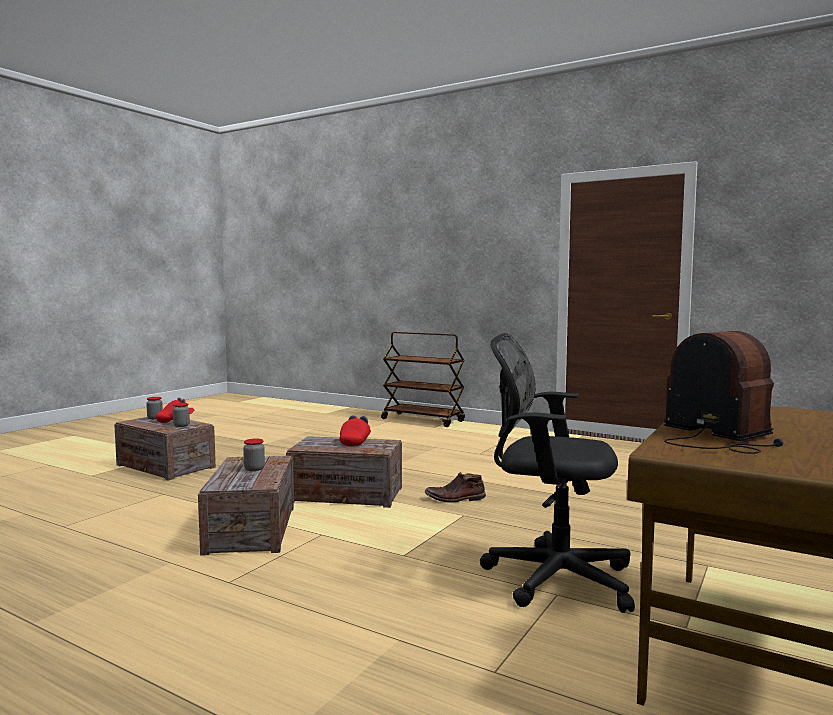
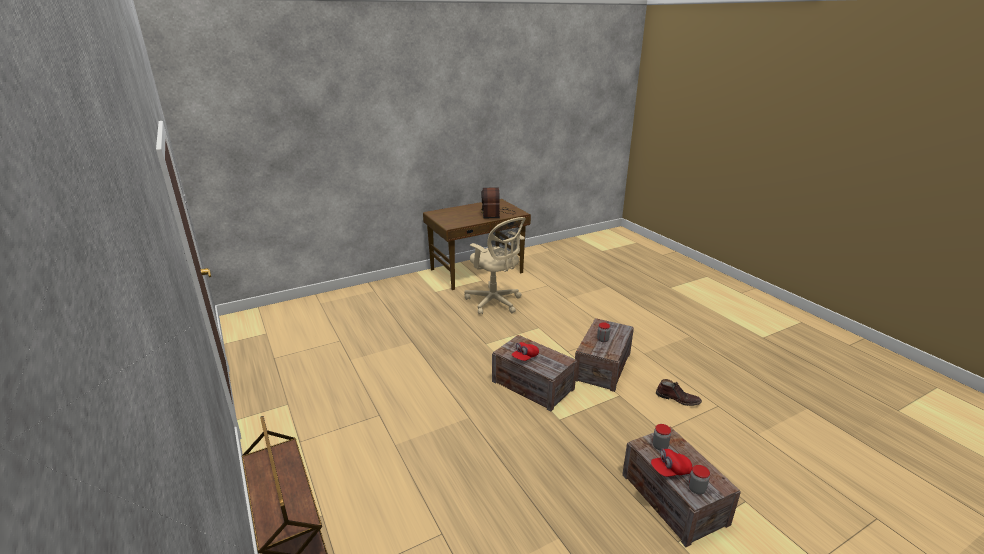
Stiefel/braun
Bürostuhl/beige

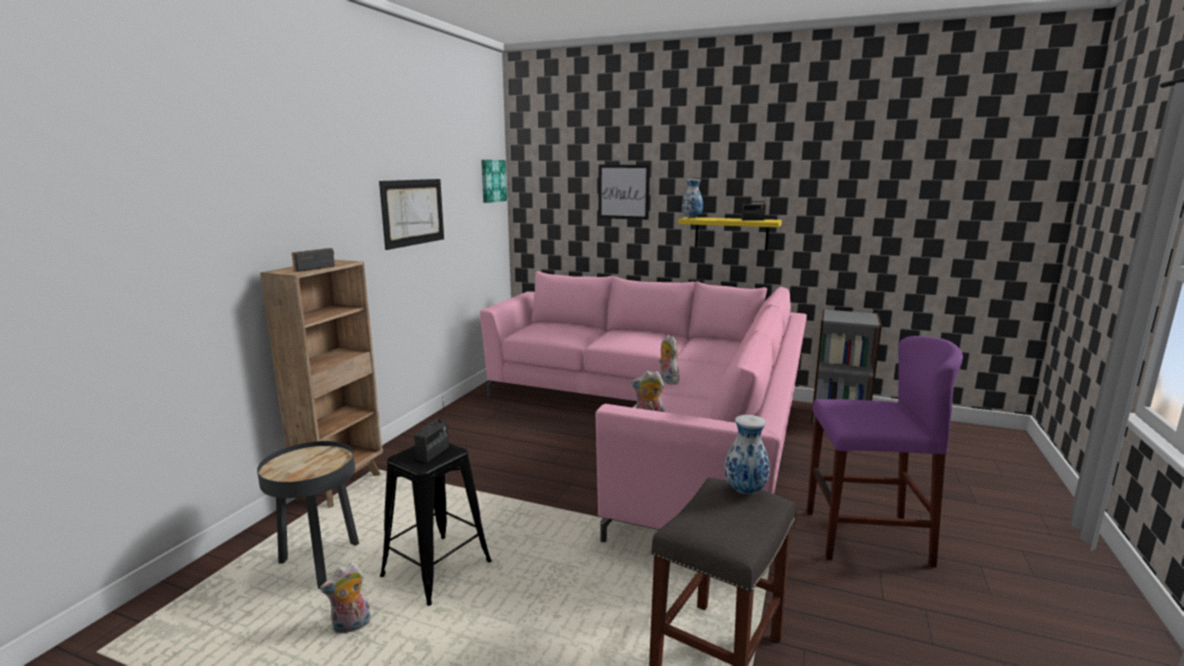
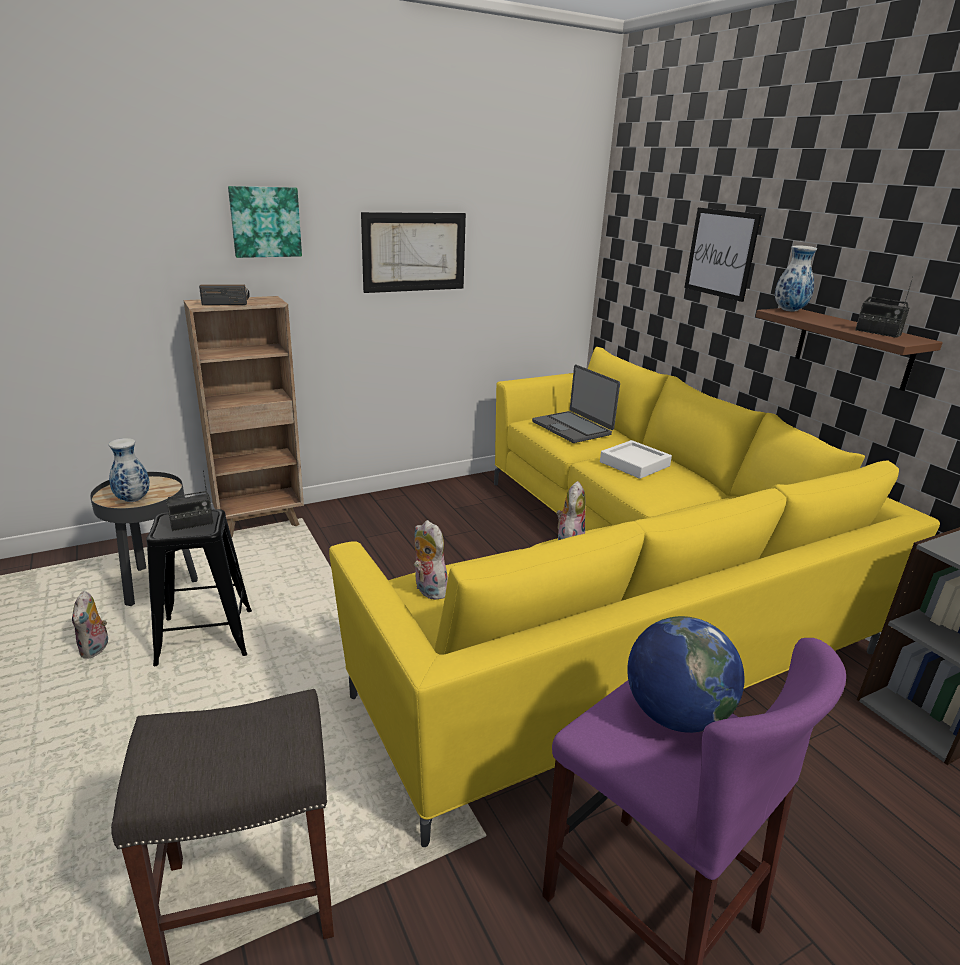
Plüschtier (1st from left)
Sofa/gelb
Bild (1st from left)
Wandregal/braun
Vase (1st from left)
Laptop
Tablett/weiß
Globus

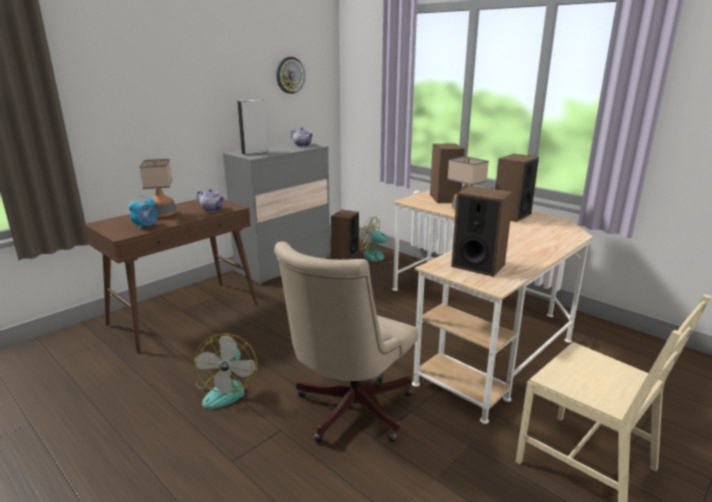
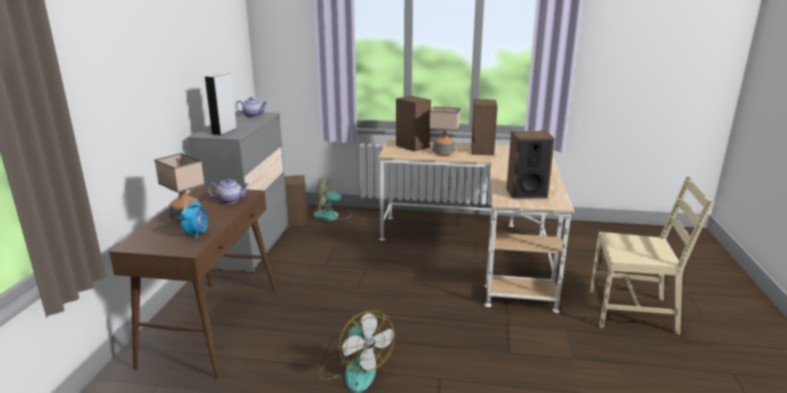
Bürostuhl/beige
Wanduhr

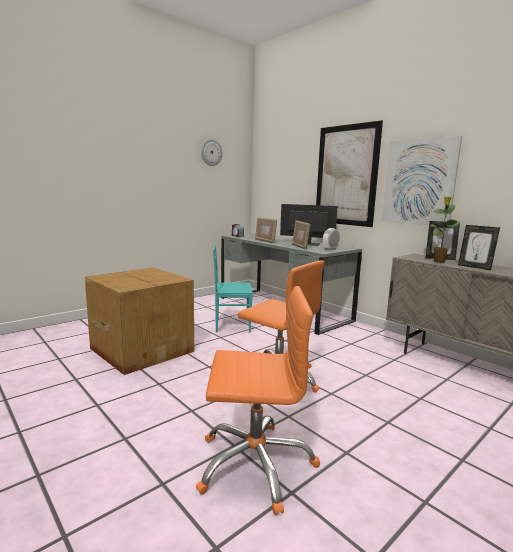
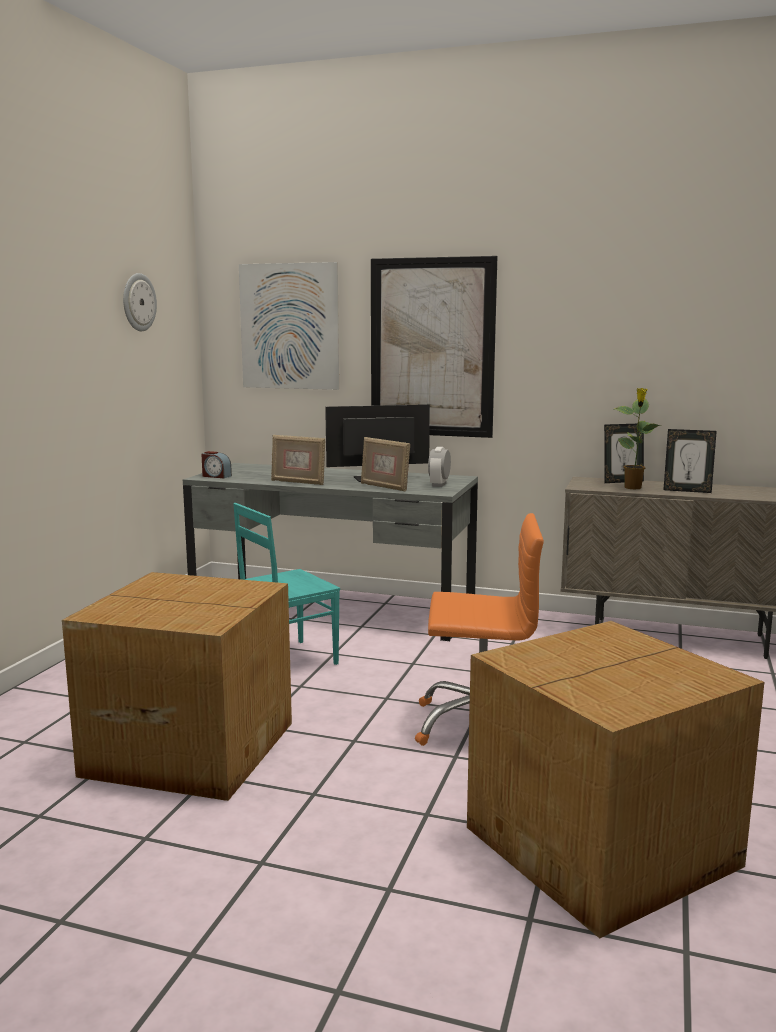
Karton (2nd from left)
Bild (1st from left)

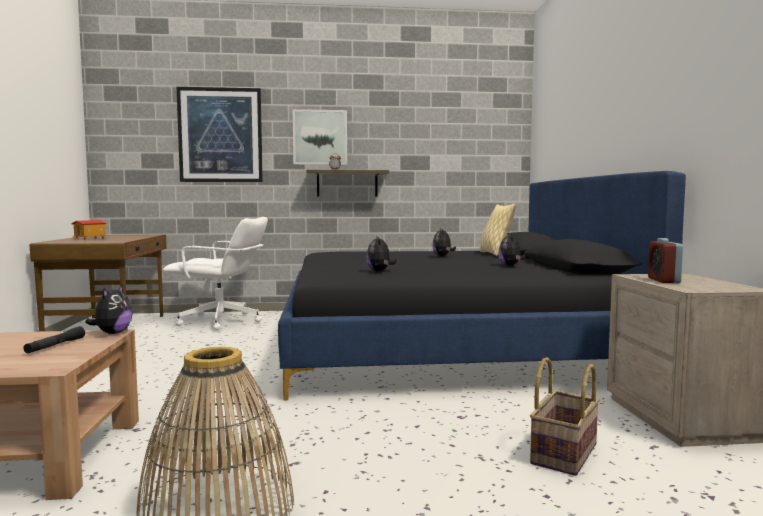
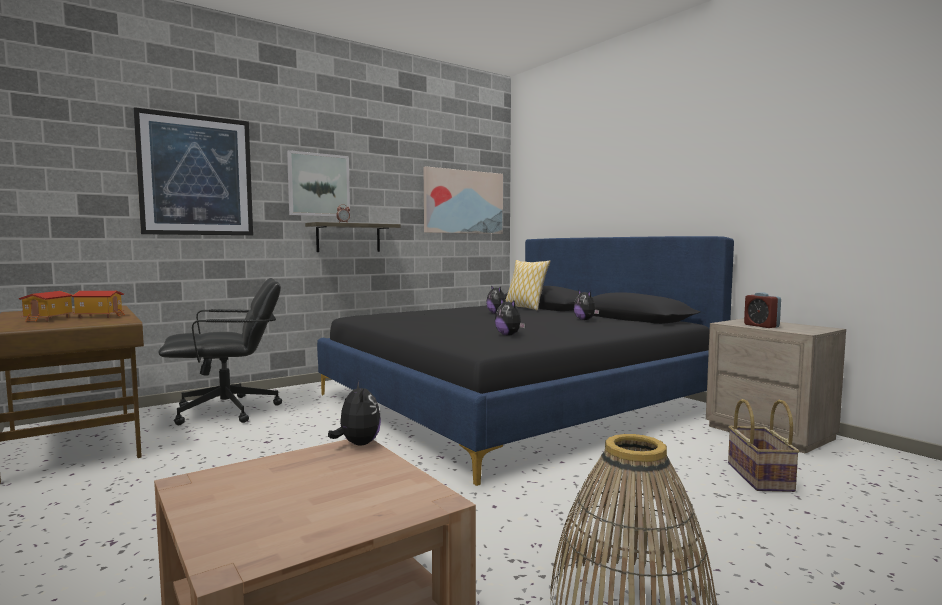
Taschenlampe/schwarz
Bürostuhl/schwarz
Spielzeughaus (2nd from left)
Bild (3rd from left)

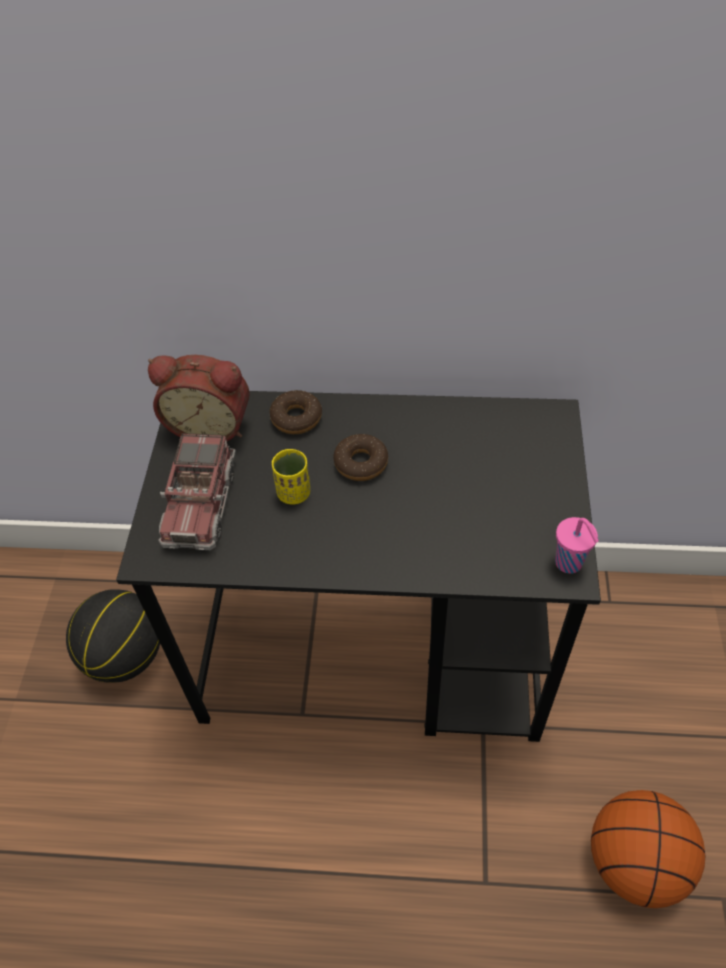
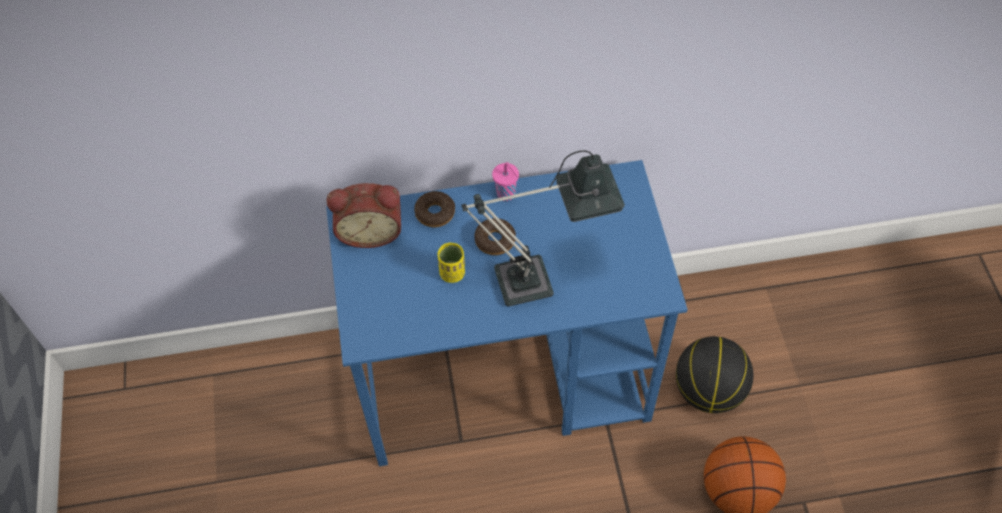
Basketball (1st from left)
Schreibtisch/blau
Spielzeuglaster
Tasse/rosa
Tischlampe

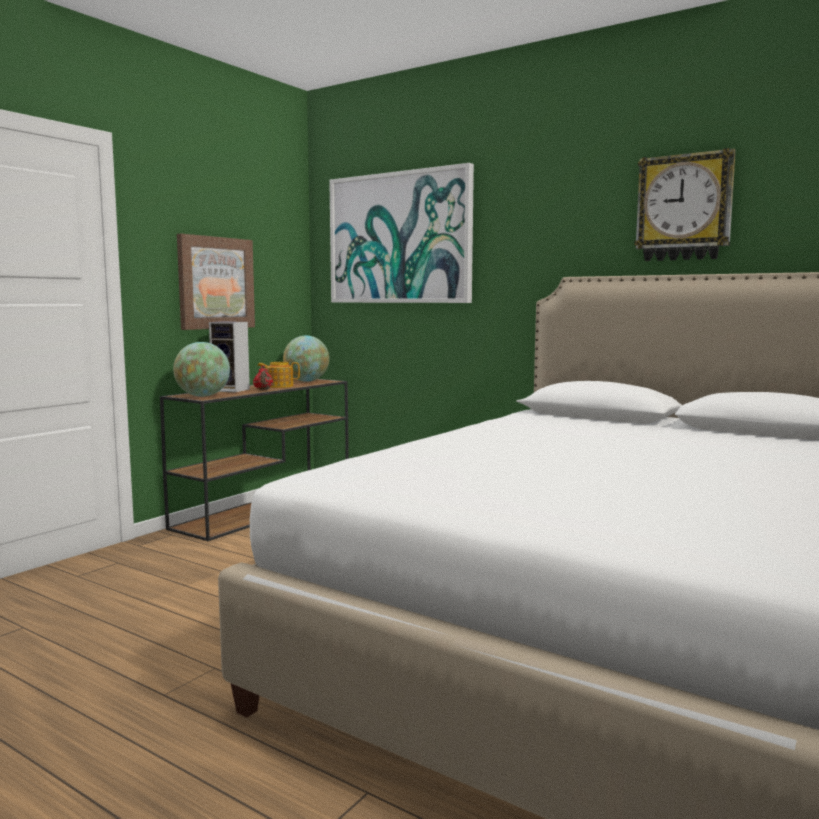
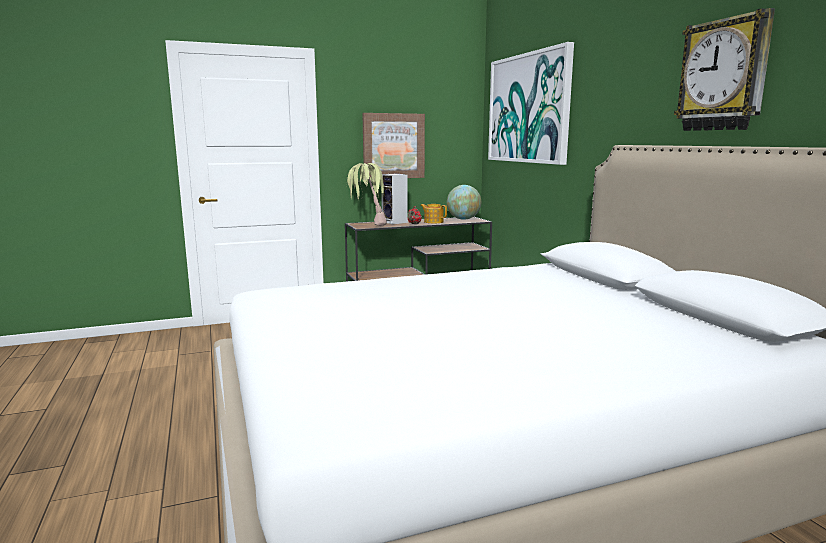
Topfpflanze

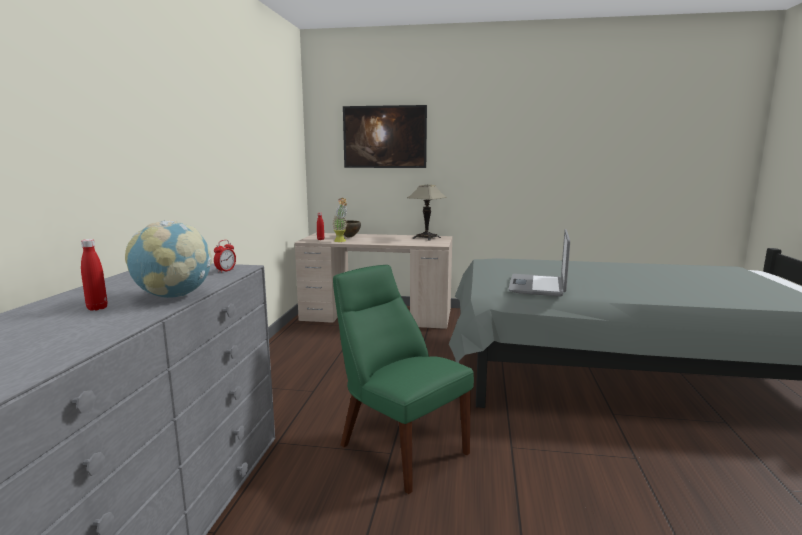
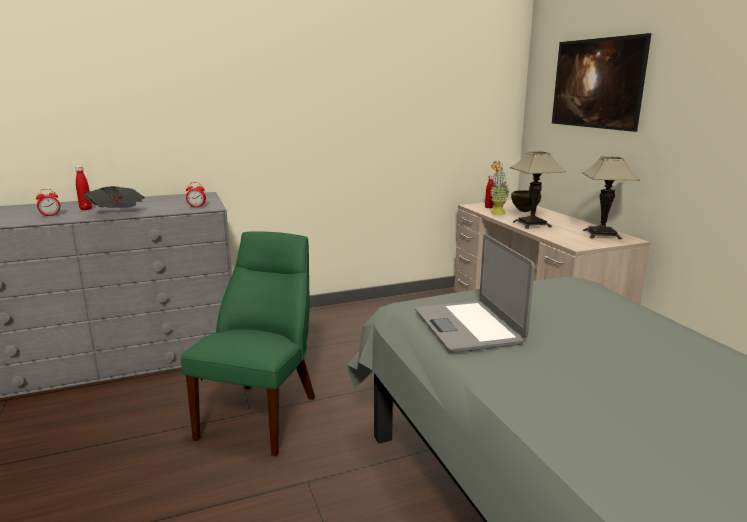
Zeitung
Laptop
Wecker (1st from left)
Tischlampe (1st from left)

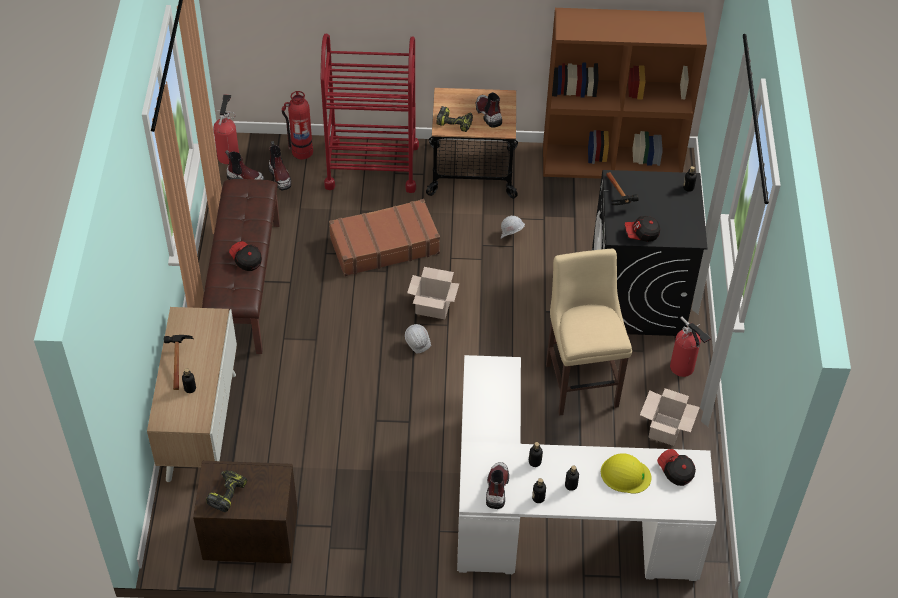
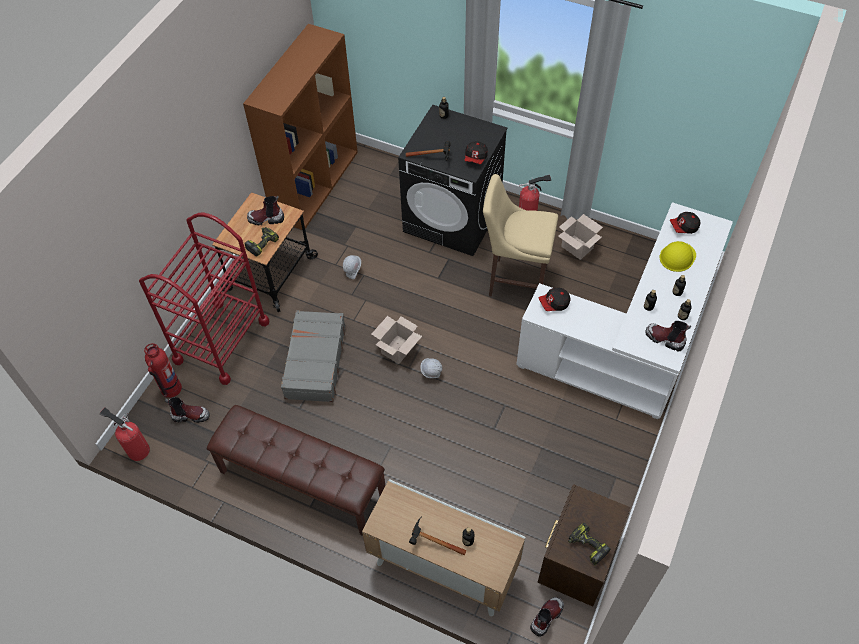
Stiefel (3rd from left)
Kappe (2nd from left)
Koffer/grau

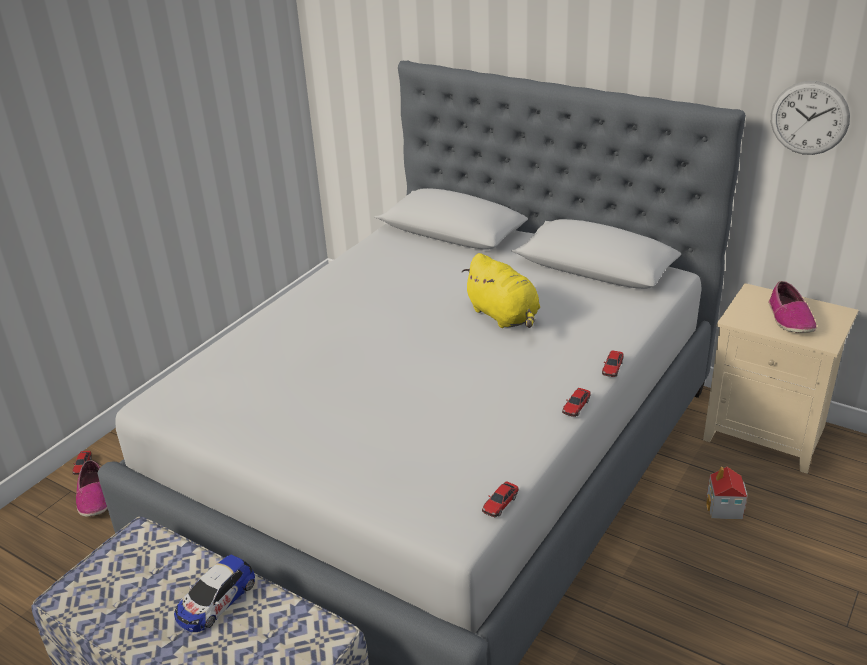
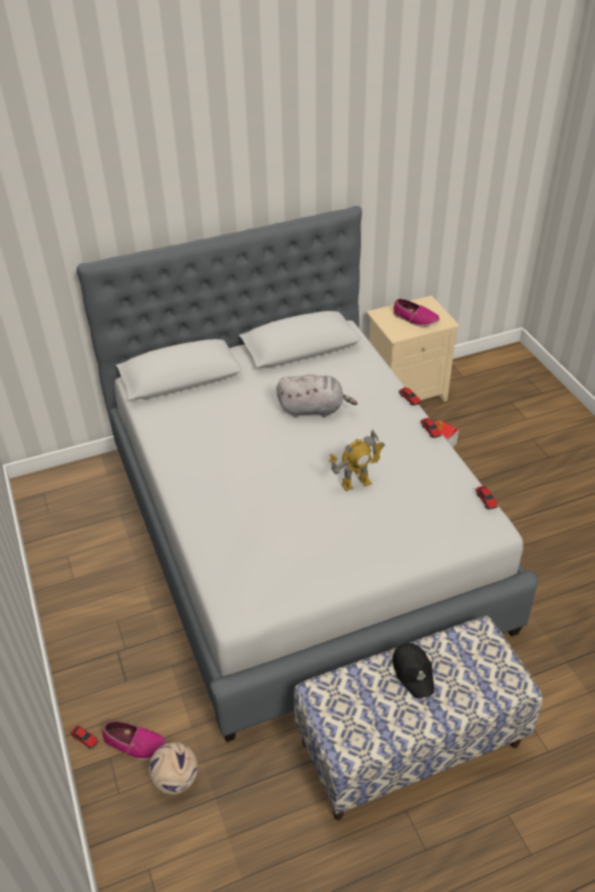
Kappe/schwarz
Plüschtier/grau
Wanduhr
Fußball
Spielzeugroboter

